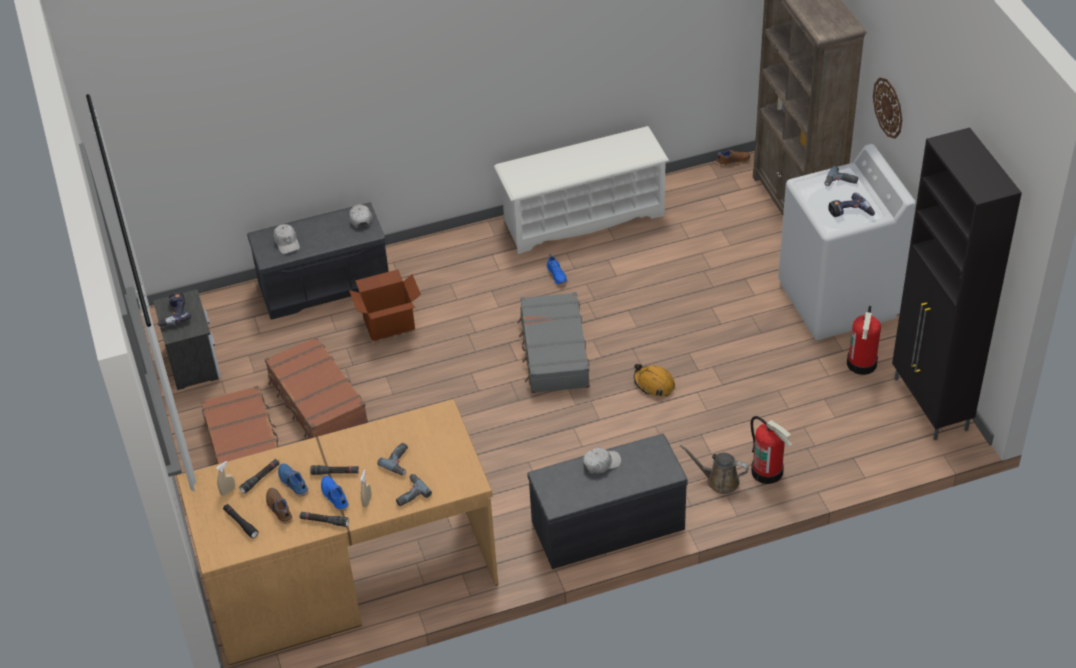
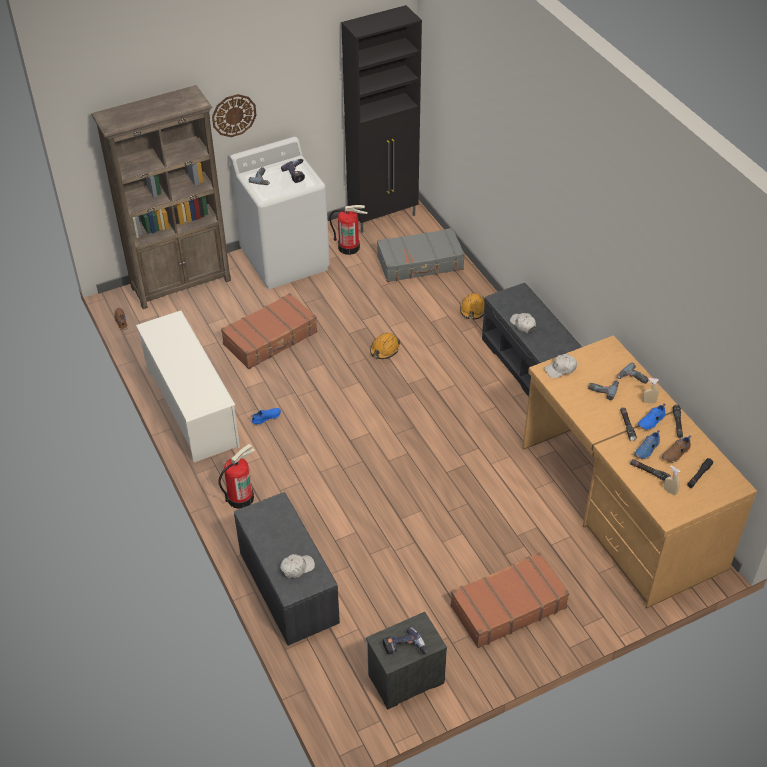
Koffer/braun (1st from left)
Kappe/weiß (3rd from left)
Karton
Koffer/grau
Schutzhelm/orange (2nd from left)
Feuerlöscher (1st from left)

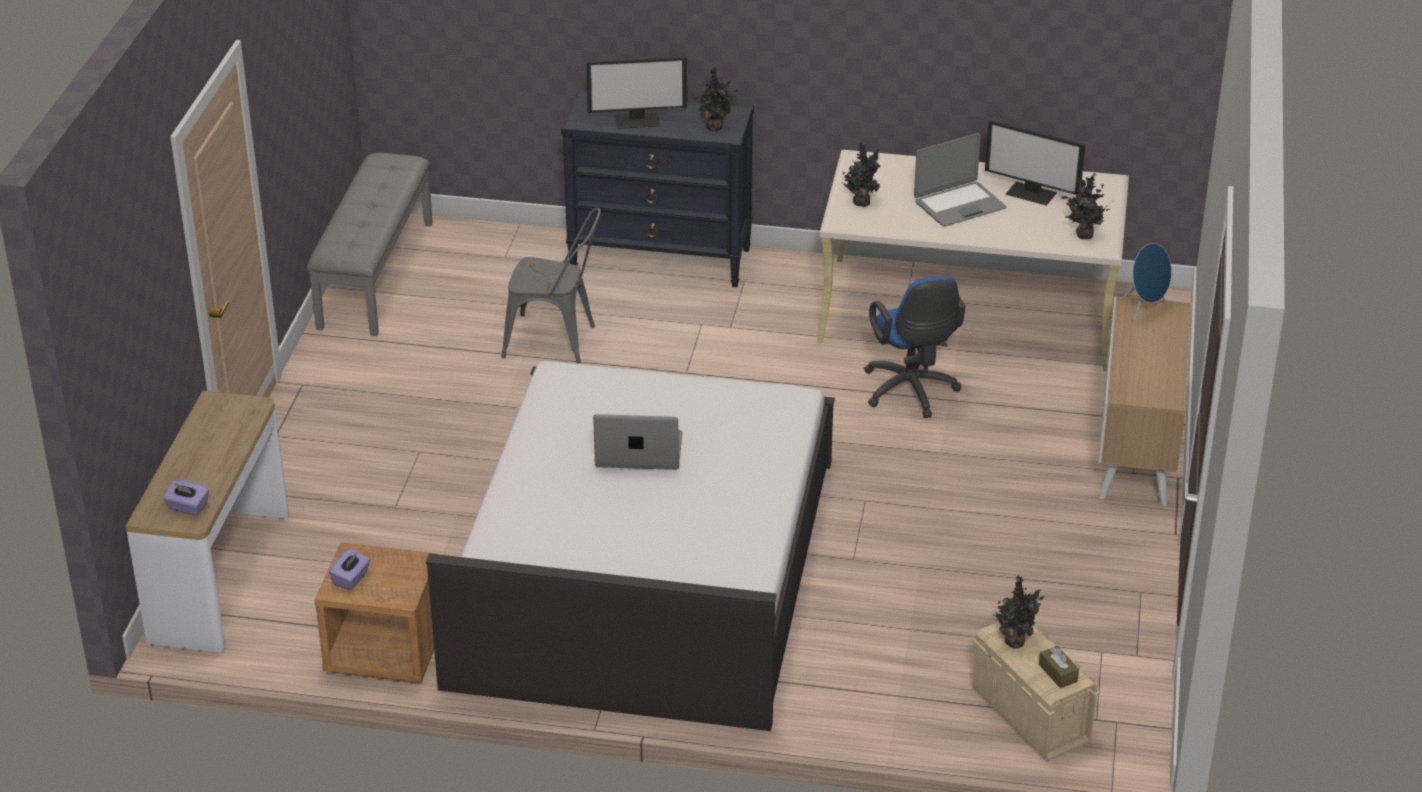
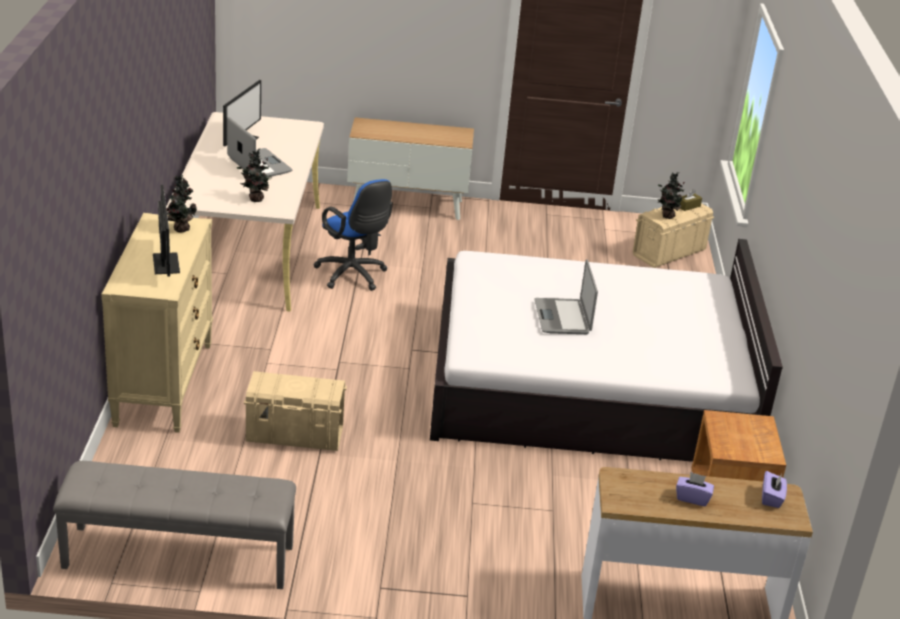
Taschentuchbox/lila (1st from left)
Aufbewahrungsbox/beige (1st from left)
Kommode/beige
Bürostuhl/blau
Topfpflanze (4th from left in the first image)
Lautsprecher/blau

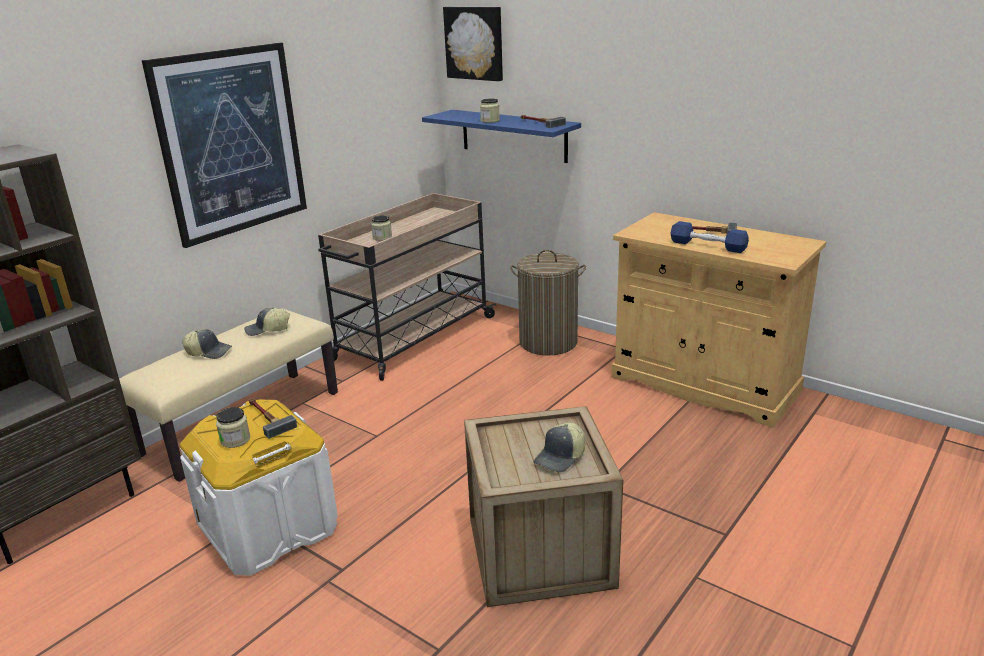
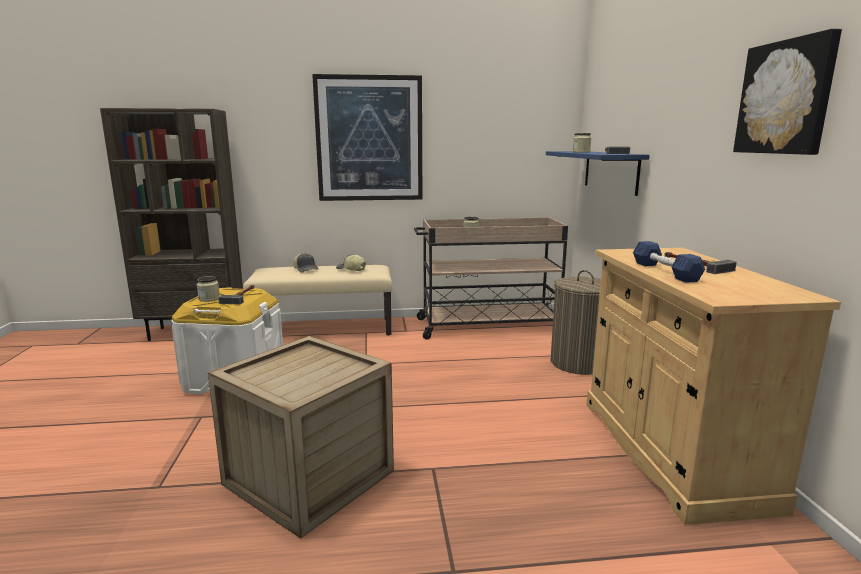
Bild (2nd from left)
Kappe (3rd from left in the first image)

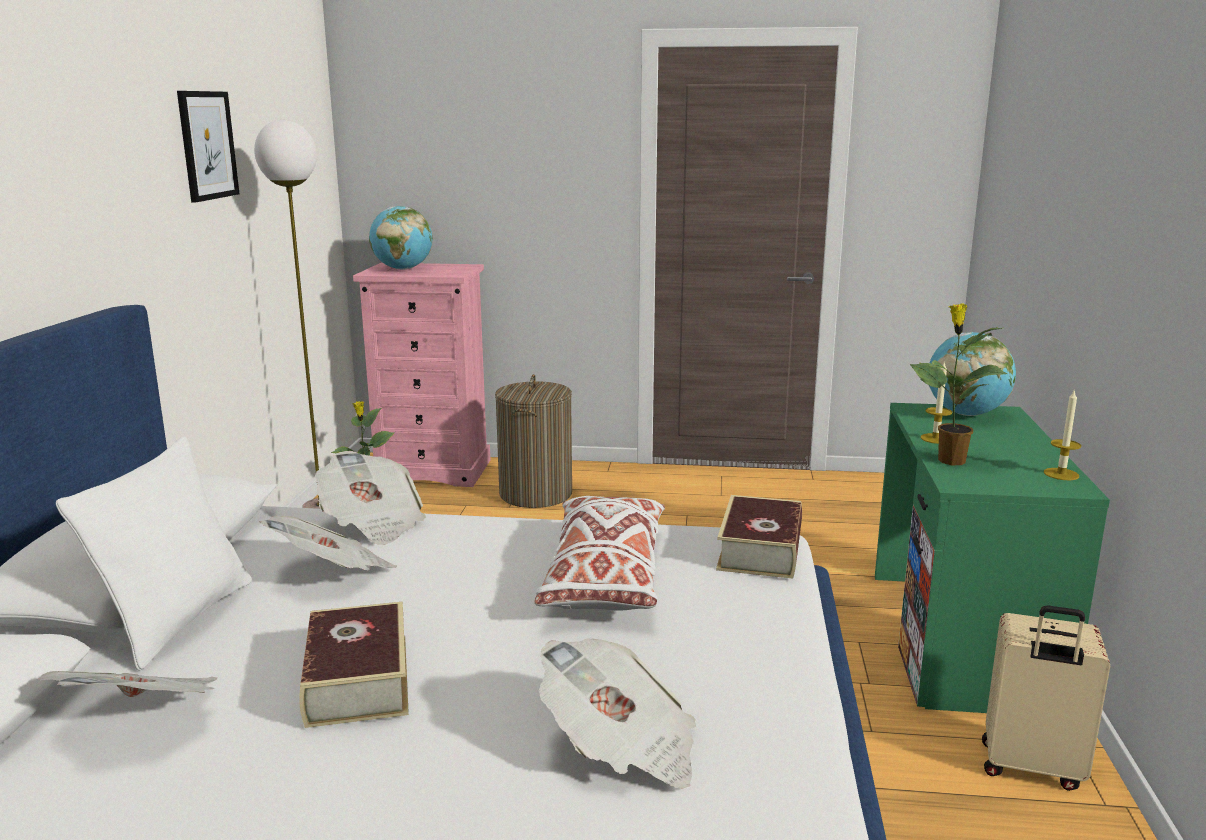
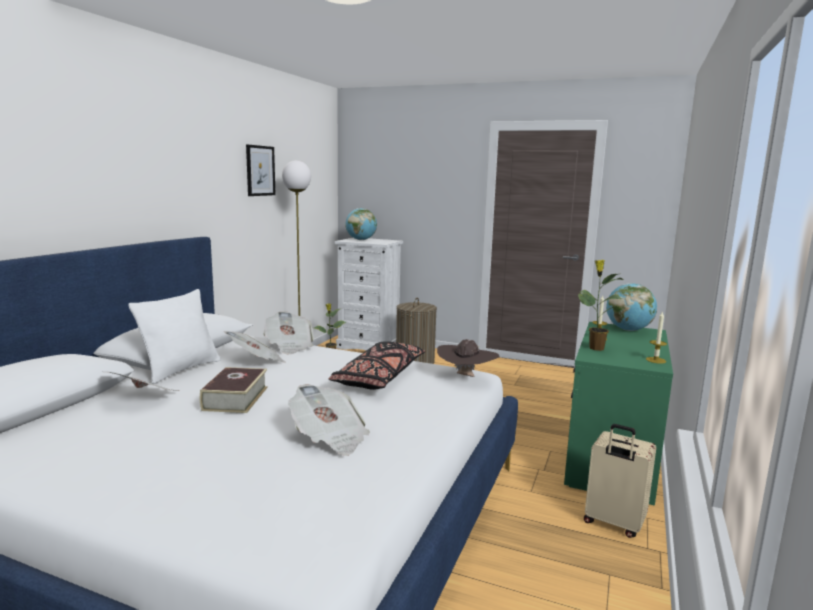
Kommode/weiß
Kissen/schwarz
Hut/braun

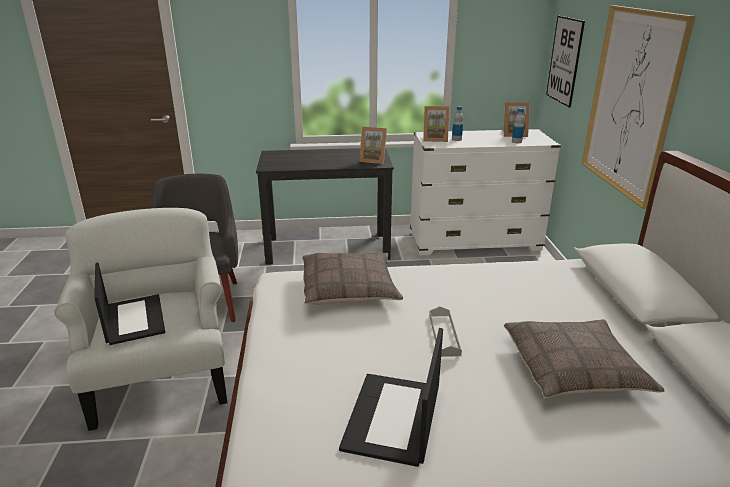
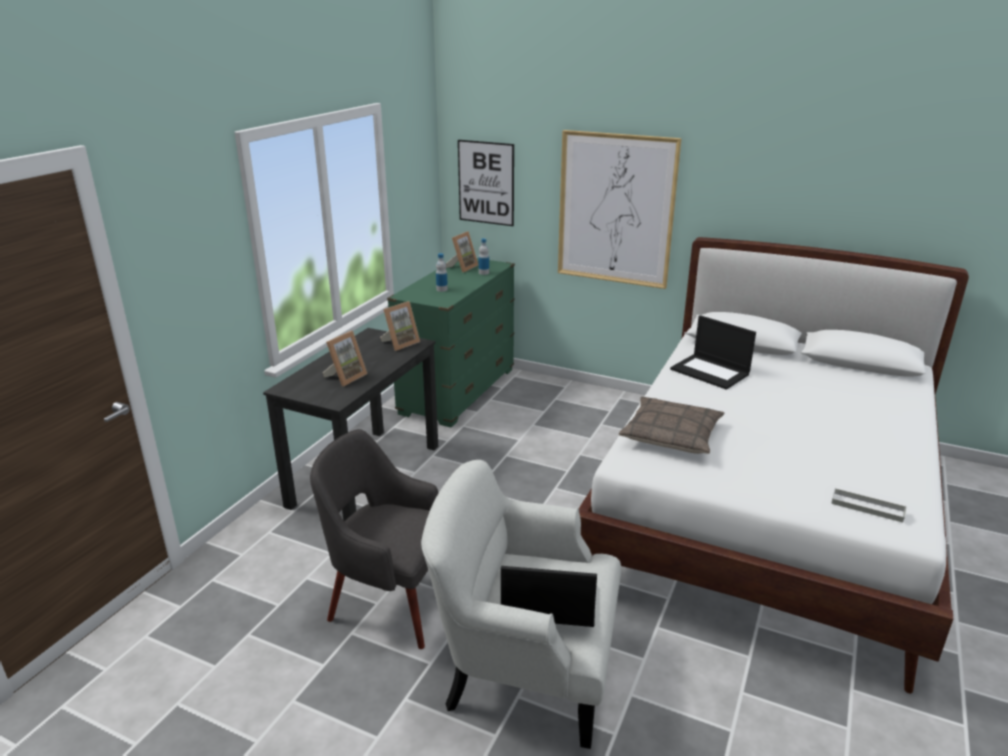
Laptop (2nd from left)
Kommode/grün
Bilderrahmen (1st from left)
Tablett/grau
Kissen (2nd from left in the first image)

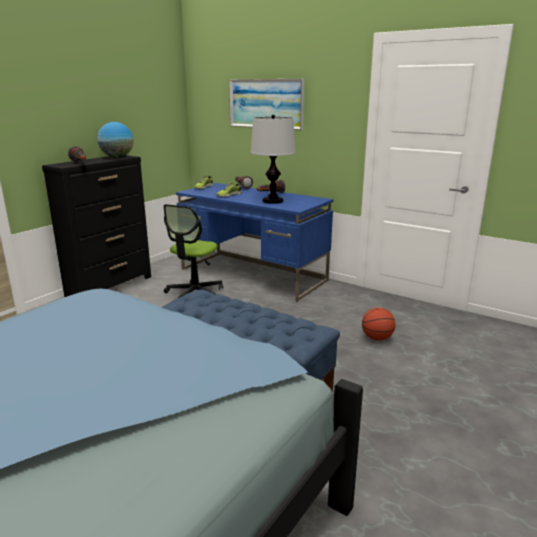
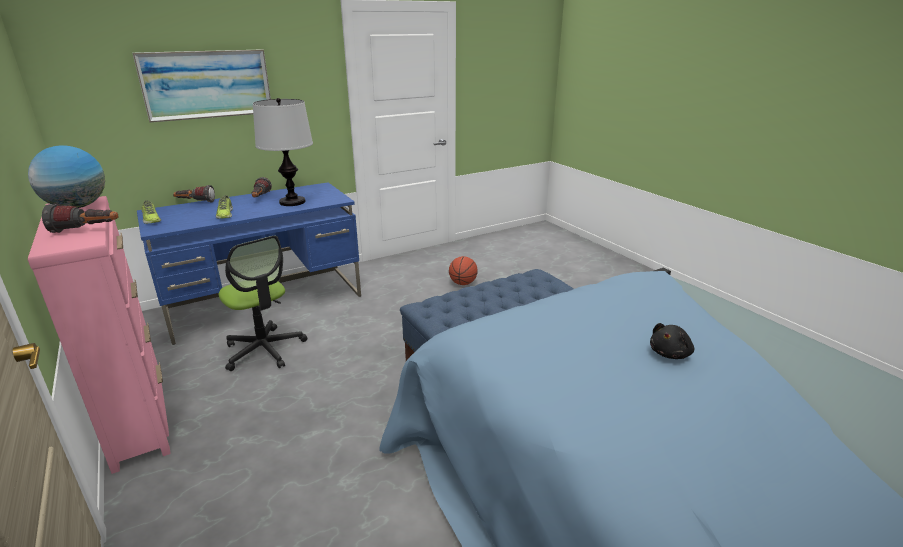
Kommode/rosa
Plüschtier/schwarz

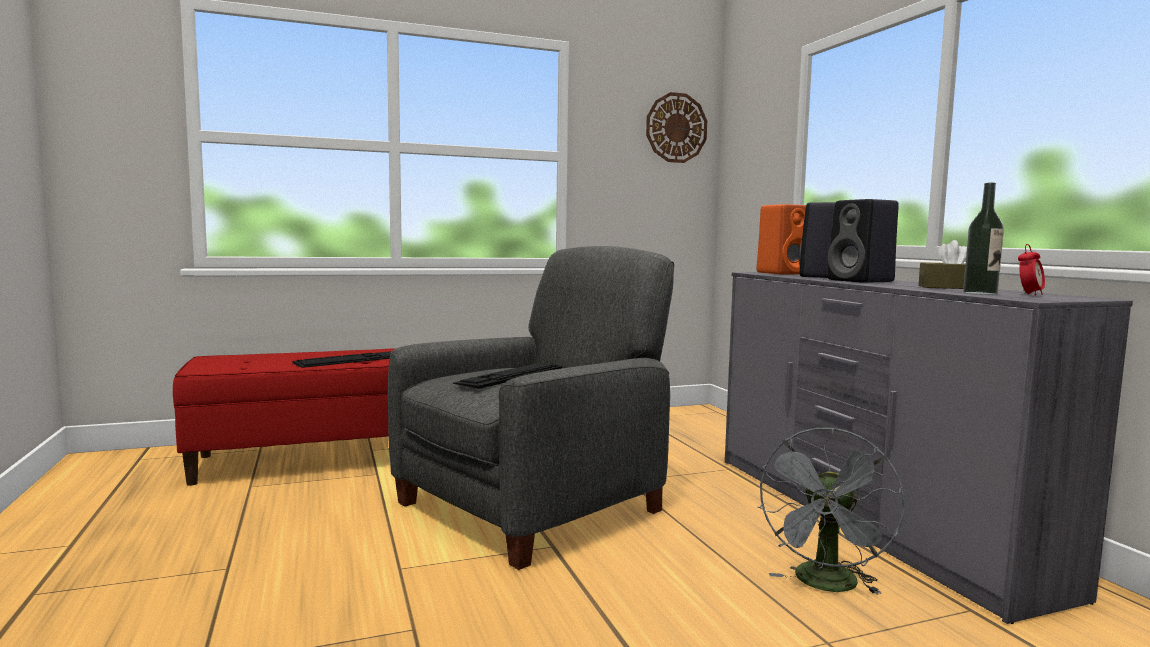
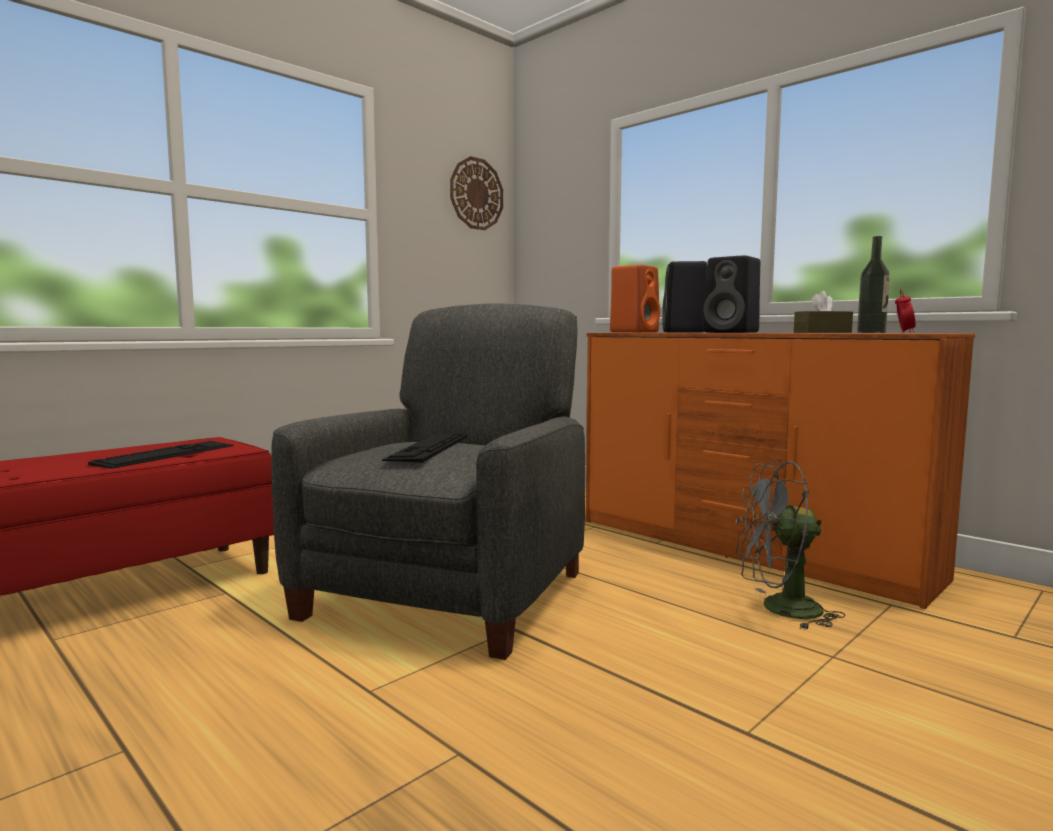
Kommode/orange
Ventilator/grau

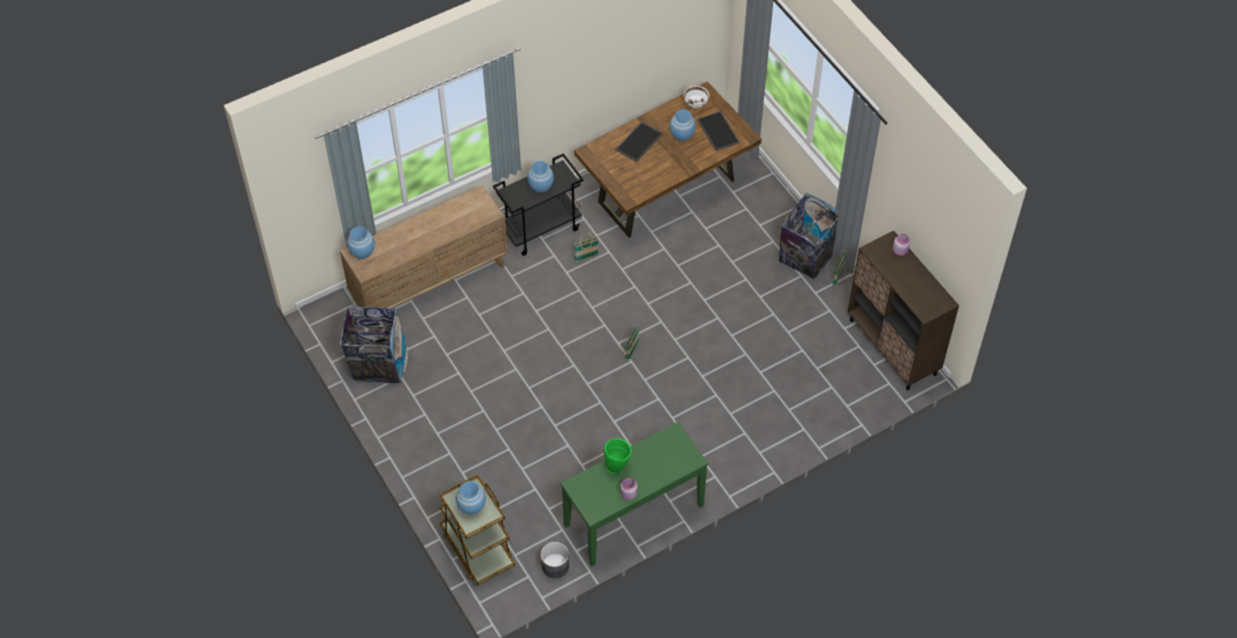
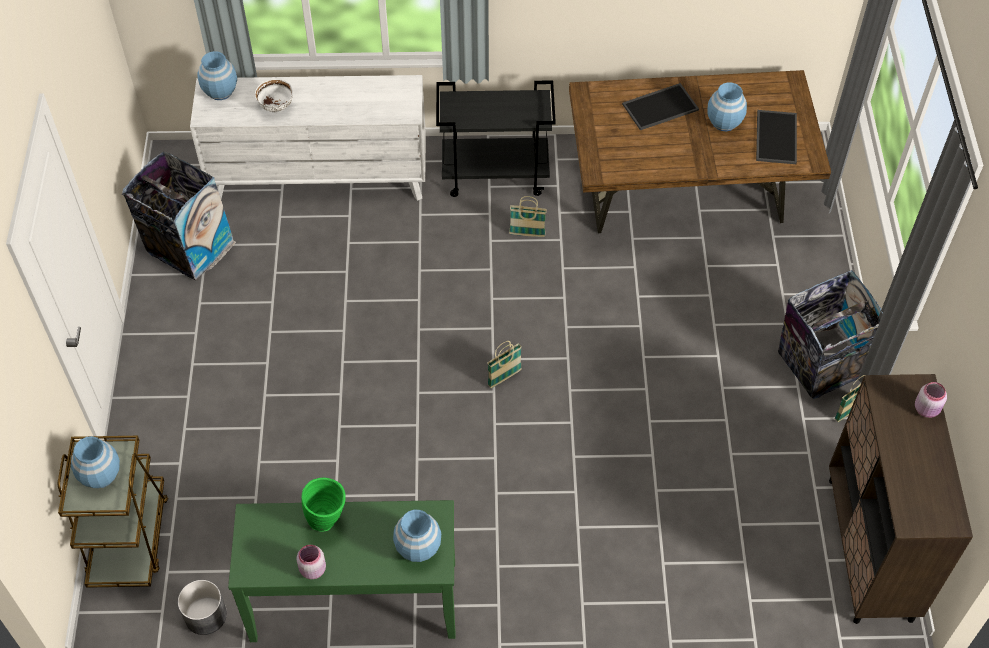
Kommode/weiß
Vase/blau (3rd from left)
Schüssel/weiß

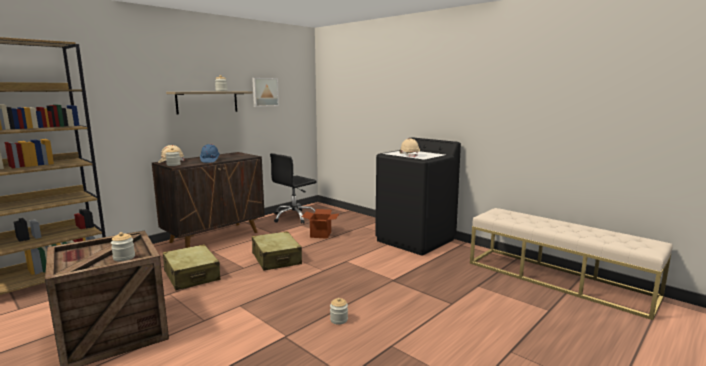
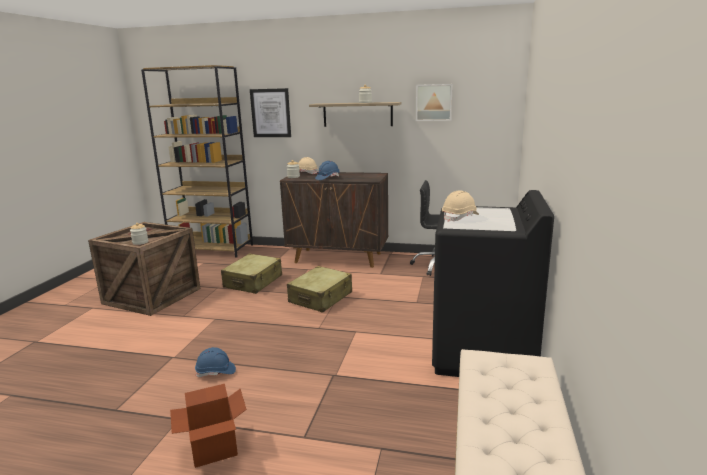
Karton
Schutzhelm/blau (1st from left)
Bild (1st from left)

